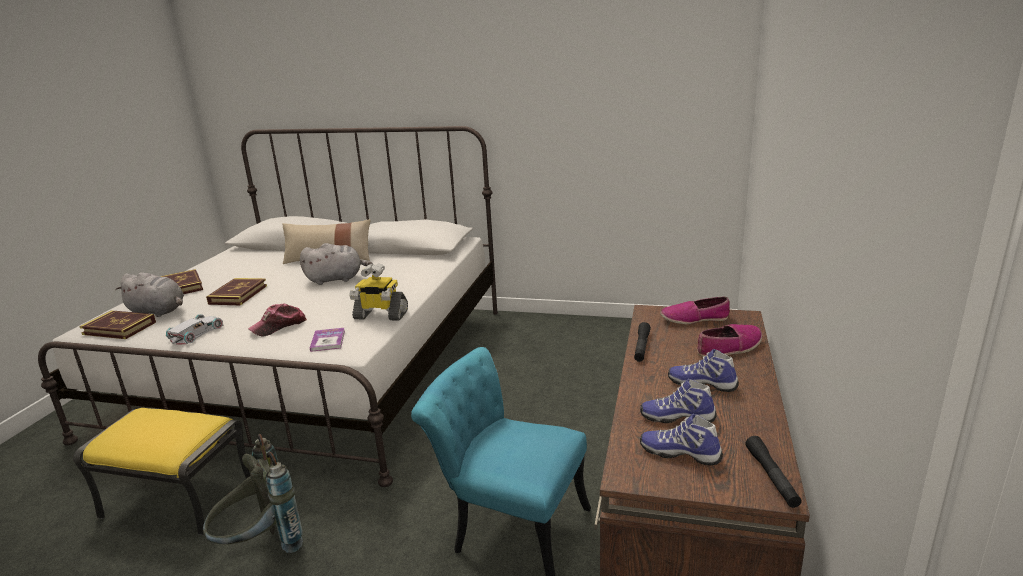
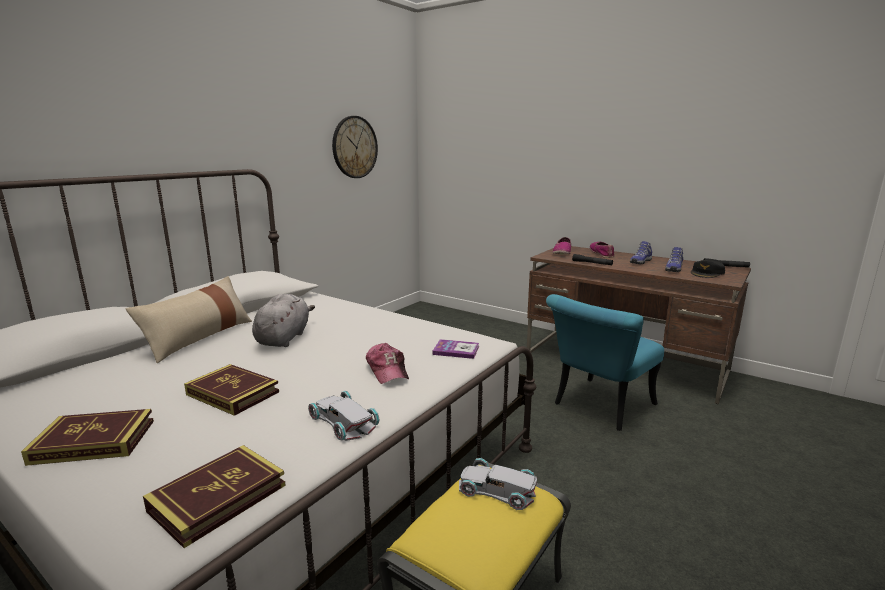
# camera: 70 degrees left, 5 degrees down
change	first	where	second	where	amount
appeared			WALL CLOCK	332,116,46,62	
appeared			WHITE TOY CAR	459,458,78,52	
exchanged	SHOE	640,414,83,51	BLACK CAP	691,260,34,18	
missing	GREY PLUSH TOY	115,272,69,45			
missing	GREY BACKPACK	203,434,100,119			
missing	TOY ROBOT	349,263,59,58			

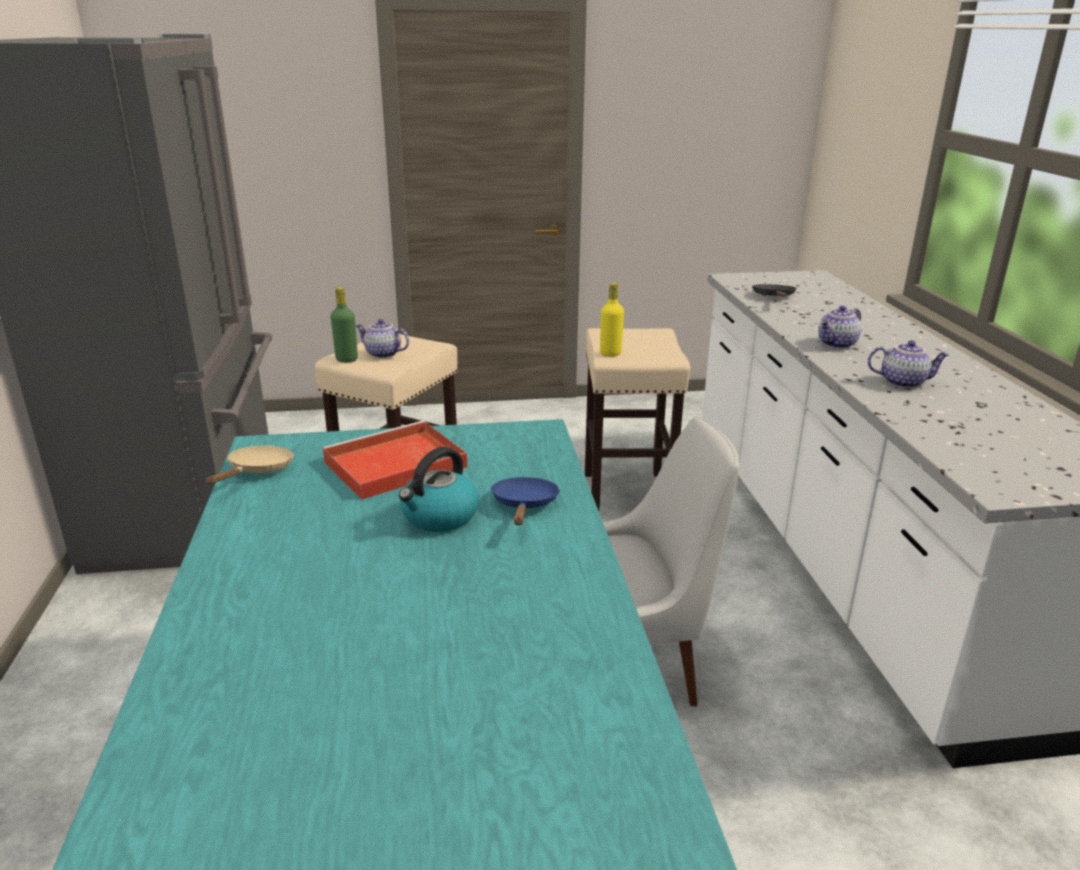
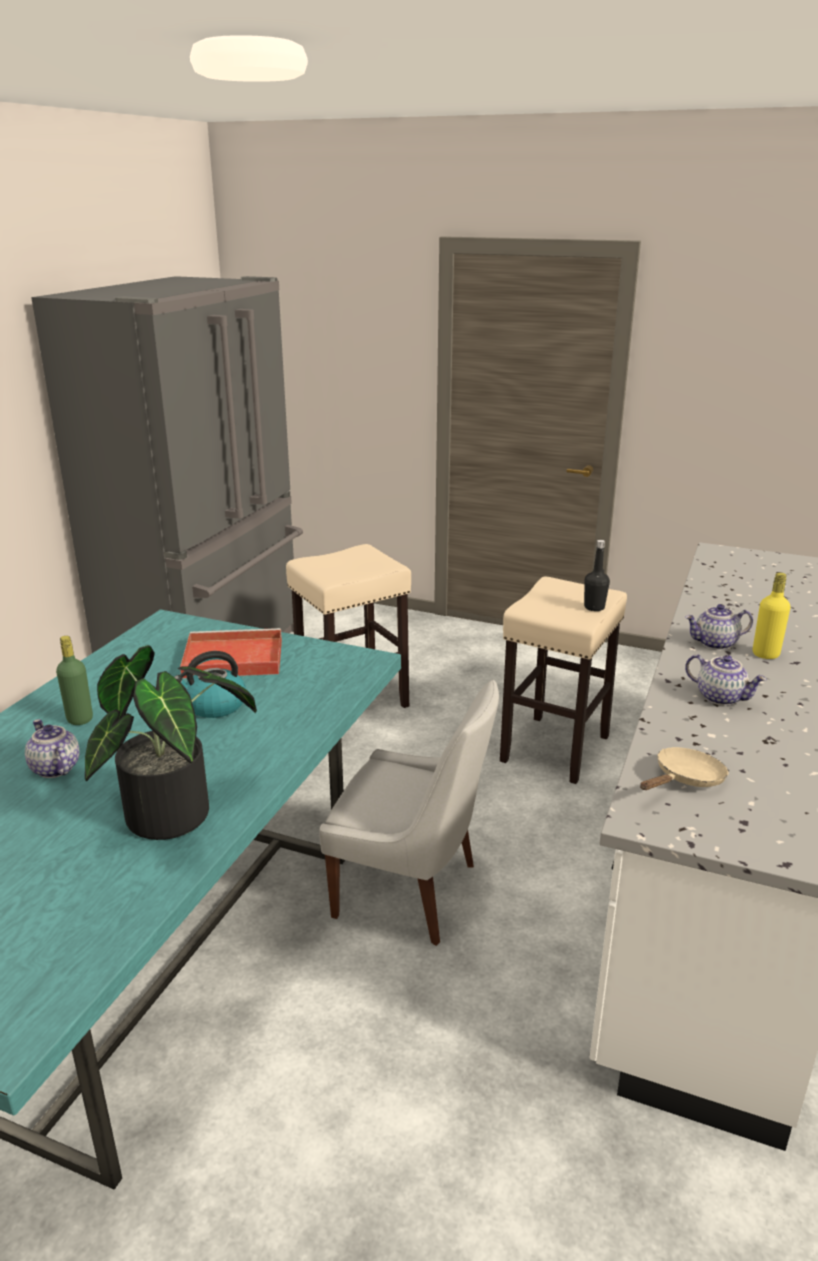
# camera: 30 degrees right, 0 degrees up
change	first	where	second	where	amount
relocated	TEAPOT	355,319,54,39		25,719,55,59	
relocated	GREEN BOTTLE	331,287,27,76		56,636,37,89	
appeared			POTTED PLANT	85,645,172,195	
appeared			BLACK BOTTLE	584,540,26,71	
relocated	BEIGE FRYING PAN	205,446,89,38		640,747,89,43	
relocated	YELLOW BOTTLE	600,283,24,74		753,573,38,86	
missing	BLUE FRYING PAN	490,477,70,48			
missing	BLACK FRYING PAN	752,284,45,13			

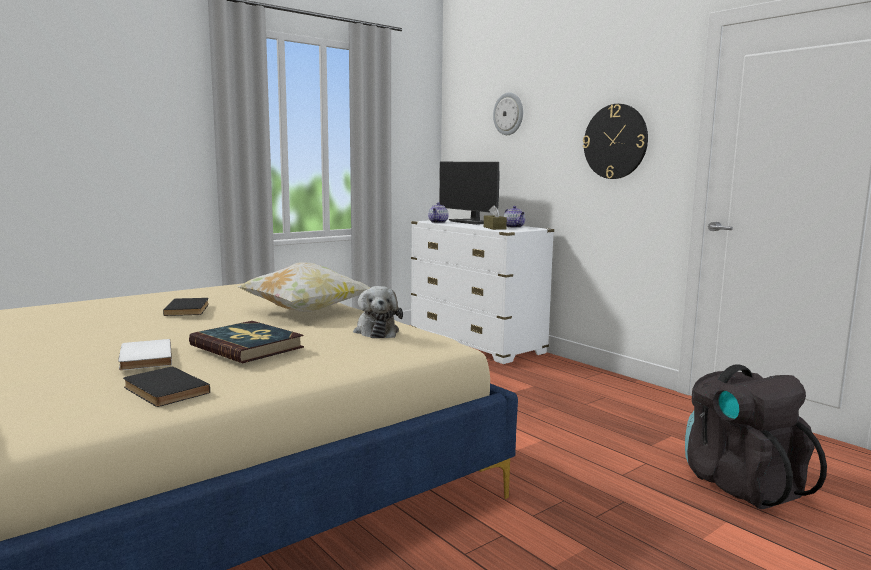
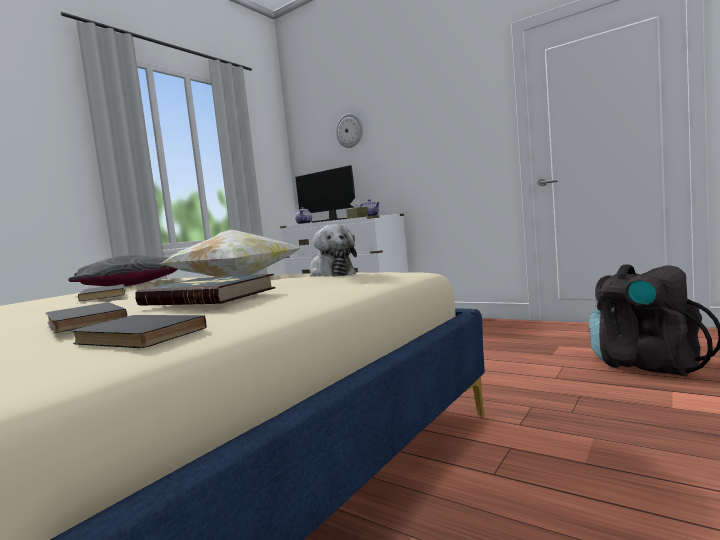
# camera: 15 degrees left, 5 degrees down
change	first	where	second	where	amount
colour	WHITE BOOK	118,339,54,31	BLACK BOOK	46,302,81,31	
appeared			GREY PILLOW	68,255,110,31	
missing	WALL CLOCK	583,104,65,75			

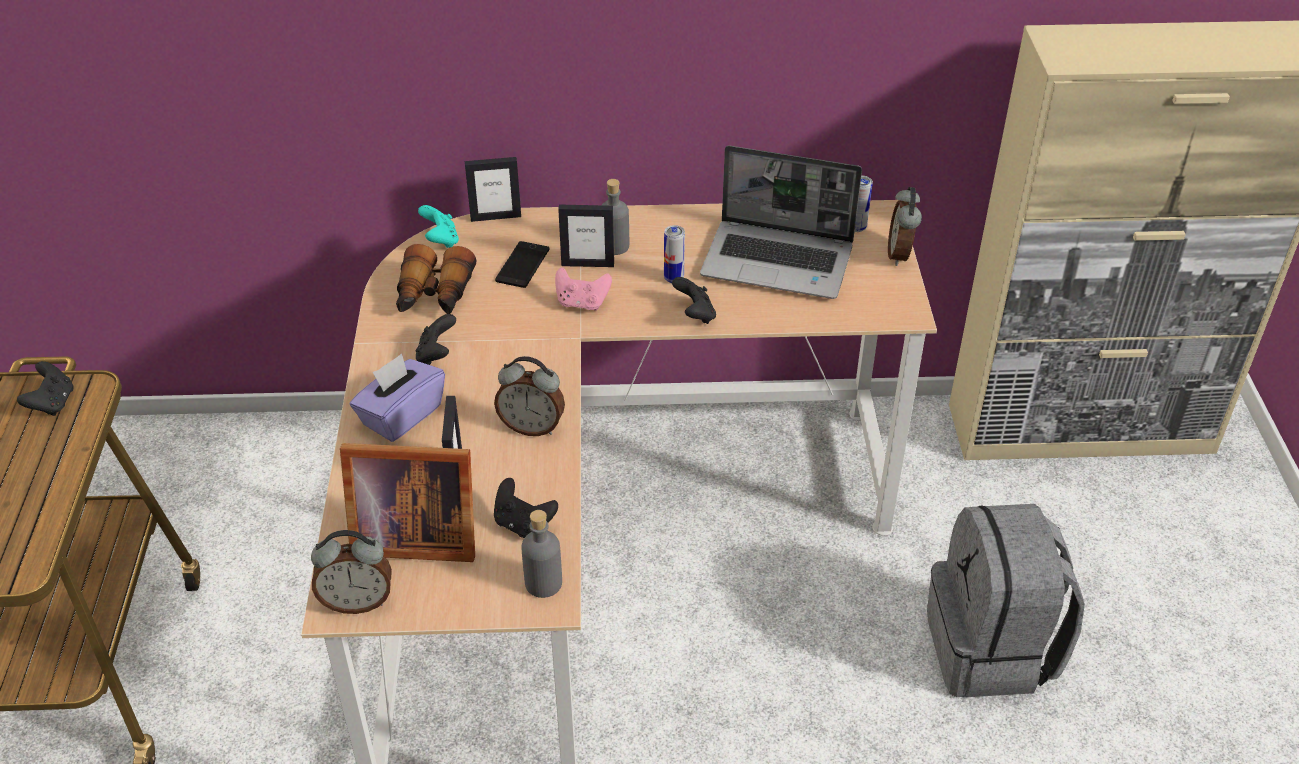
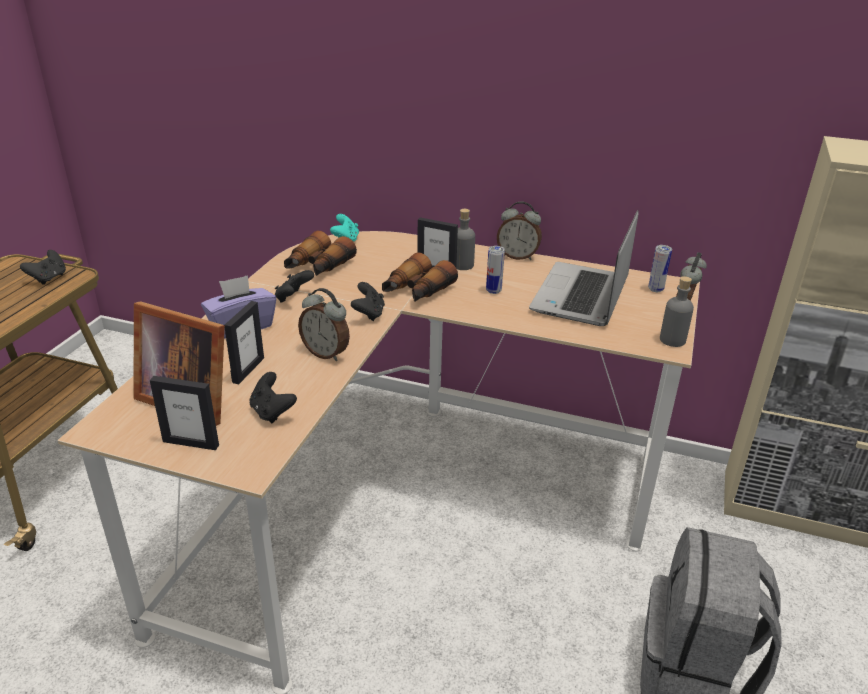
# camera: 20 degrees right, 10 degrees down
change	first	where	second	where	amount
relocated	PICTURE FRAME	465,157,56,65		150,376,69,74	
relocated	BLACK GAME CONTROLLER	672,277,44,47		351,282,34,39	
exchanged	PINK GAME CONTROLLER	555,267,57,44	BINOCULARS	382,252,76,50	
relocated	ALARM CLOCK	311,530,81,84		497,201,45,59	
spun	LAPTOP	700,146,162,153		529,210,110,116	75 degrees clockwise
relocated	GREY BOTTLE	521,510,41,88		660,276,34,71	
missing	PHONE	495,241,55,47			

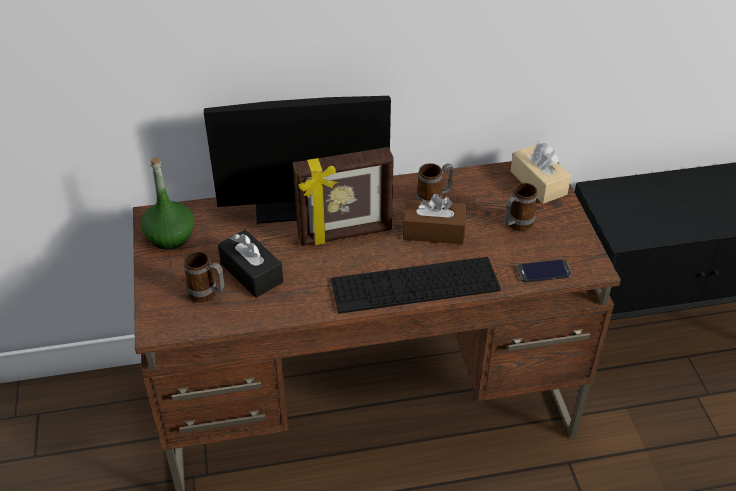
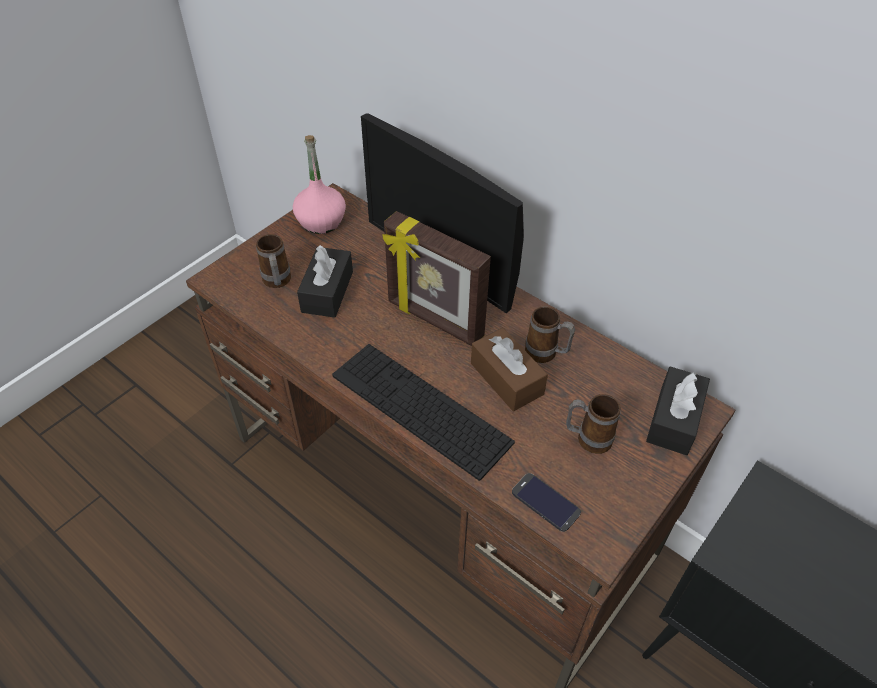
# camera: 50 degrees right, 5 degrees up
change	first	where	second	where	amount
colour	GREEN BOTTLE	141,157,53,92	PINK BOTTLE	293,135,53,99	
colour	BEIGE TISSUE BOX	510,141,61,63	BLACK TISSUE BOX	646,366,64,89	

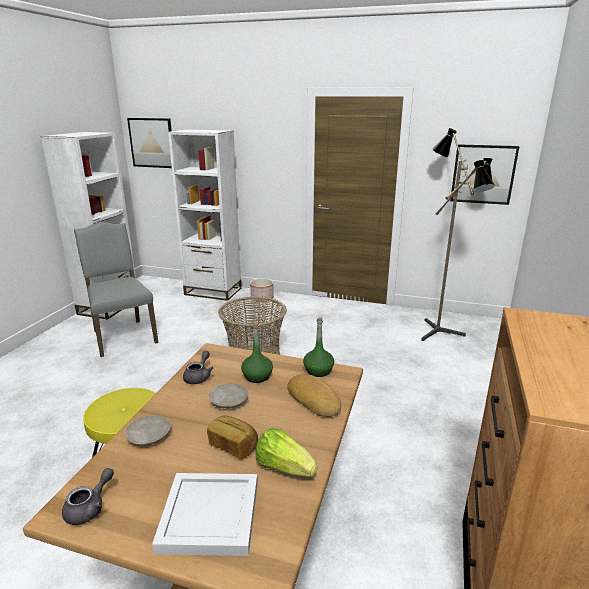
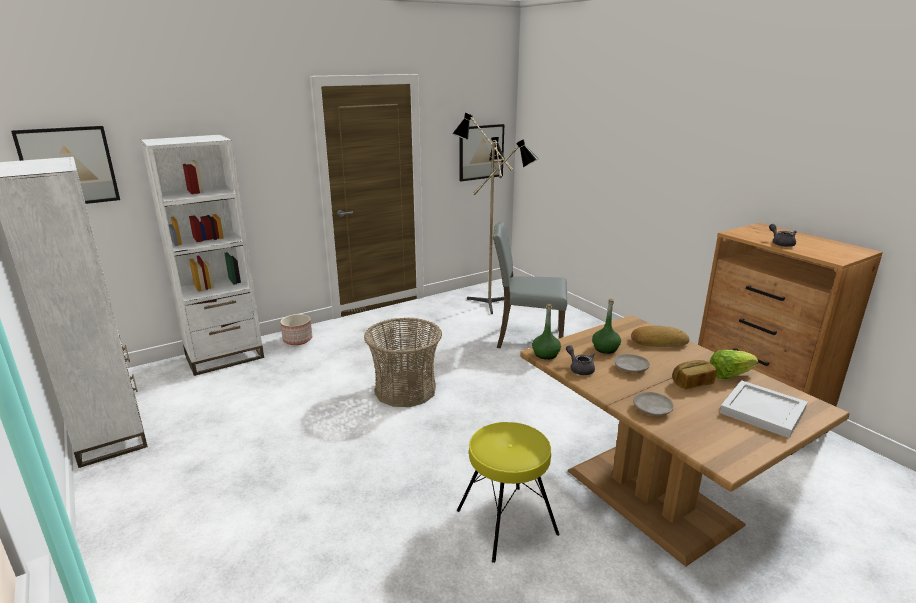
# camera: 50 degrees left, 0 degrees up
change	first	where	second	where	amount
relocated	GREY CHAIR	74,222,84,135		493,222,74,126	
relocated	GREEN BOTTLE	303,317,31,60		532,304,29,56	
relocated	GREY TEAPOT	62,468,52,57		769,224,28,23	

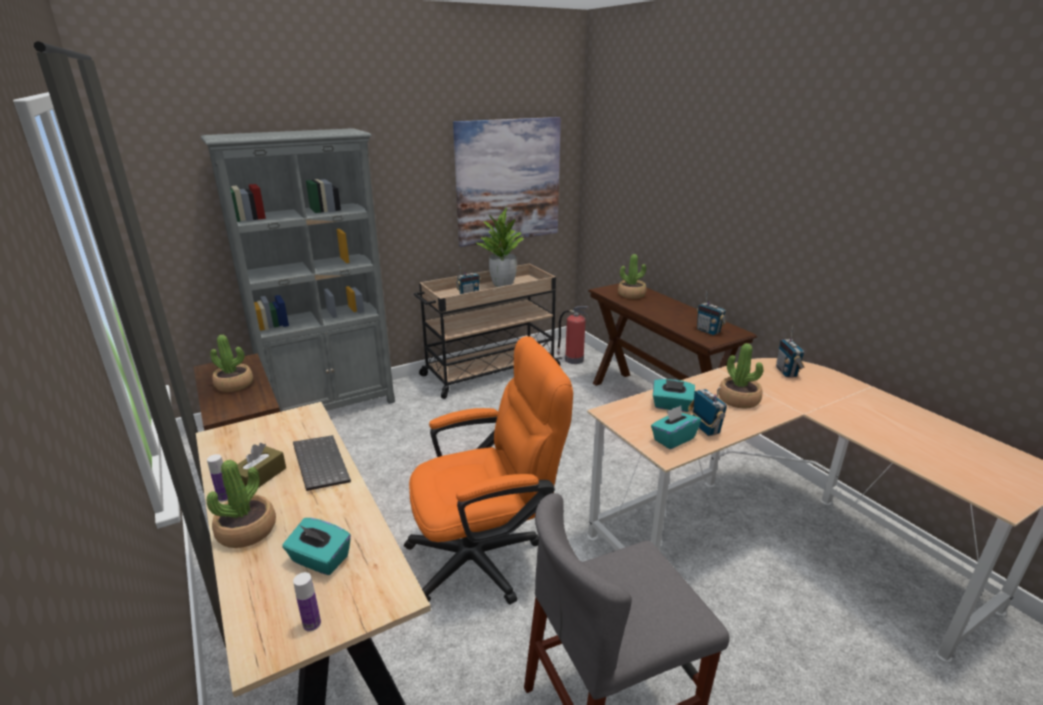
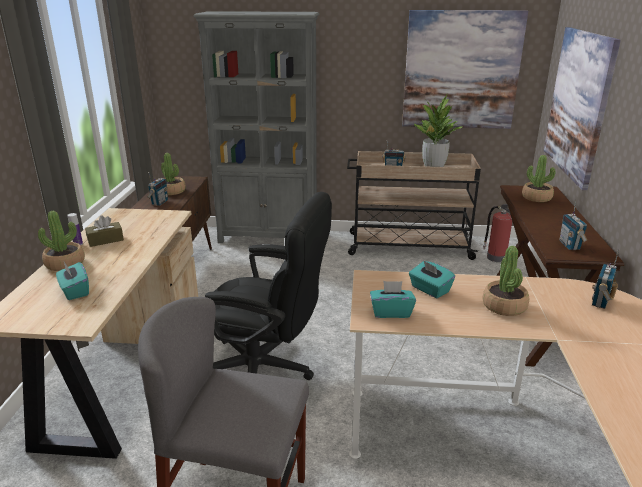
# camera: 35 degrees right, 0 degrees up
change	first	where	second	where	amount
relocated	RADIO	688,387,39,49		147,172,21,34	
colour	ORANGE OFFICE CHAIR	404,336,169,268	BLACK OFFICE CHAIR	205,192,127,188	
appeared			PICTURE	543,27,78,163	
missing	KEYBOARD	293,435,58,56			
missing	BOTTLE	293,572,28,60			

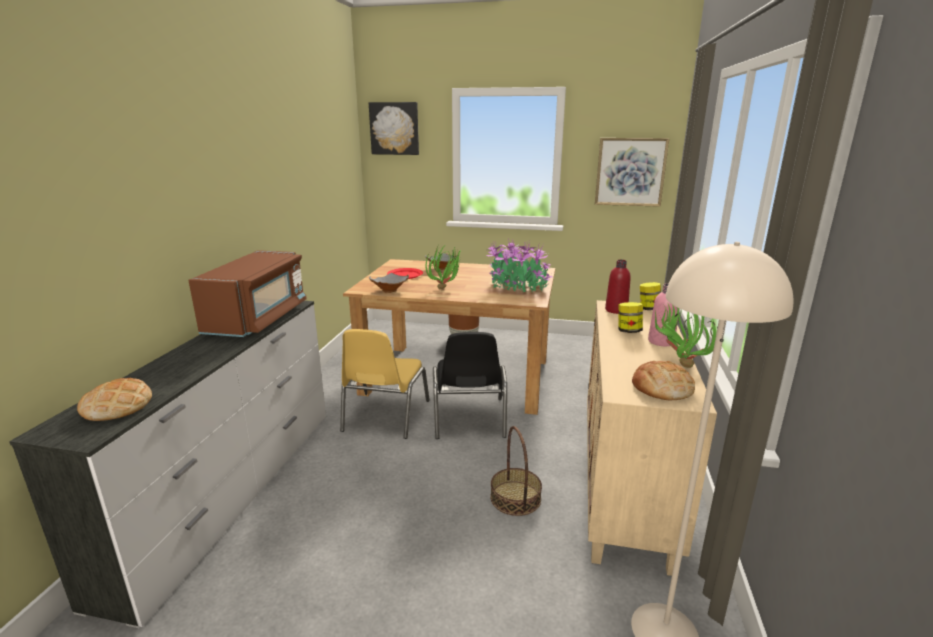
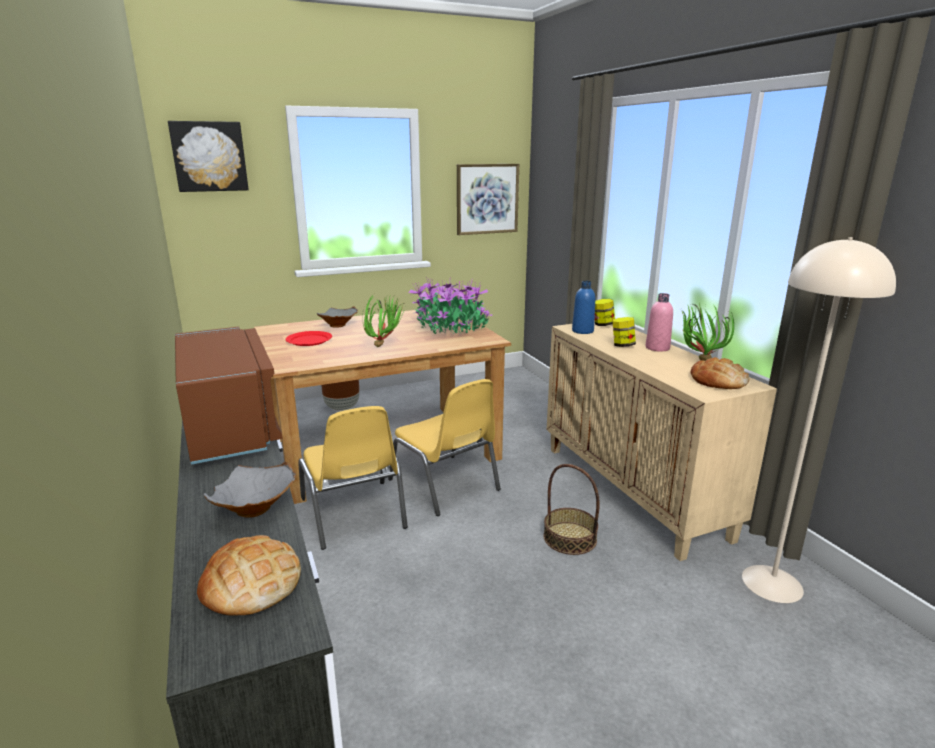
# camera: 35 degrees left, 0 degrees up
change	first	where	second	where	amount
relocated	GREY BOWL	369,273,40,20		203,462,93,56	
colour	BLACK CHAIR	433,332,74,107	YELLOW CHAIR	388,379,113,137	
colour	RED BOTTLE	605,260,26,54	BLUE BOTTLE	572,281,23,53	

